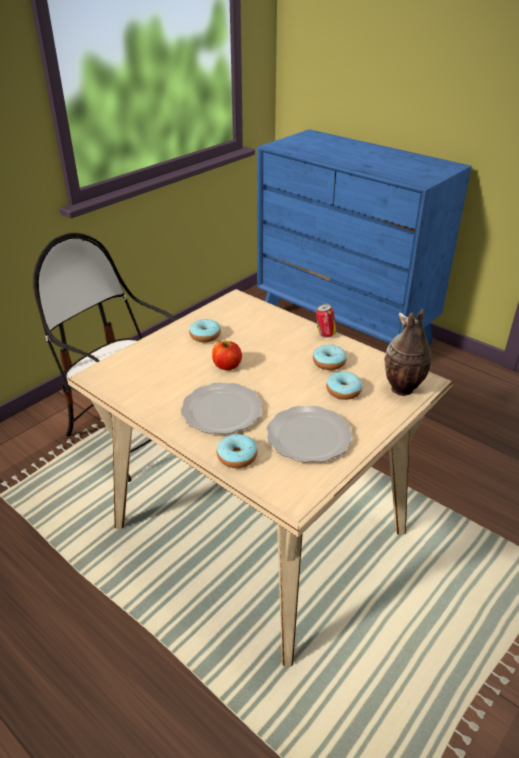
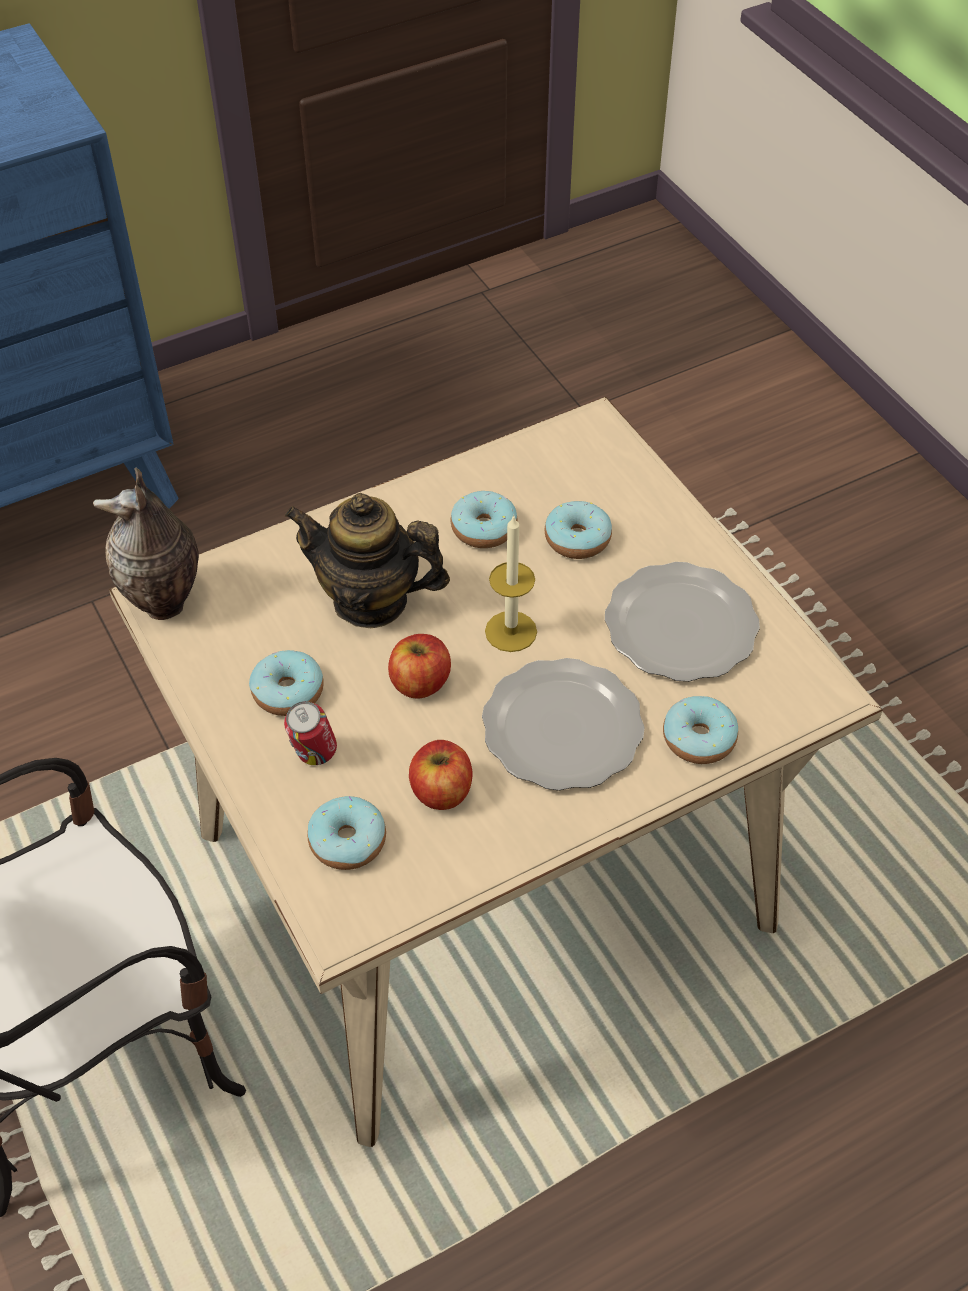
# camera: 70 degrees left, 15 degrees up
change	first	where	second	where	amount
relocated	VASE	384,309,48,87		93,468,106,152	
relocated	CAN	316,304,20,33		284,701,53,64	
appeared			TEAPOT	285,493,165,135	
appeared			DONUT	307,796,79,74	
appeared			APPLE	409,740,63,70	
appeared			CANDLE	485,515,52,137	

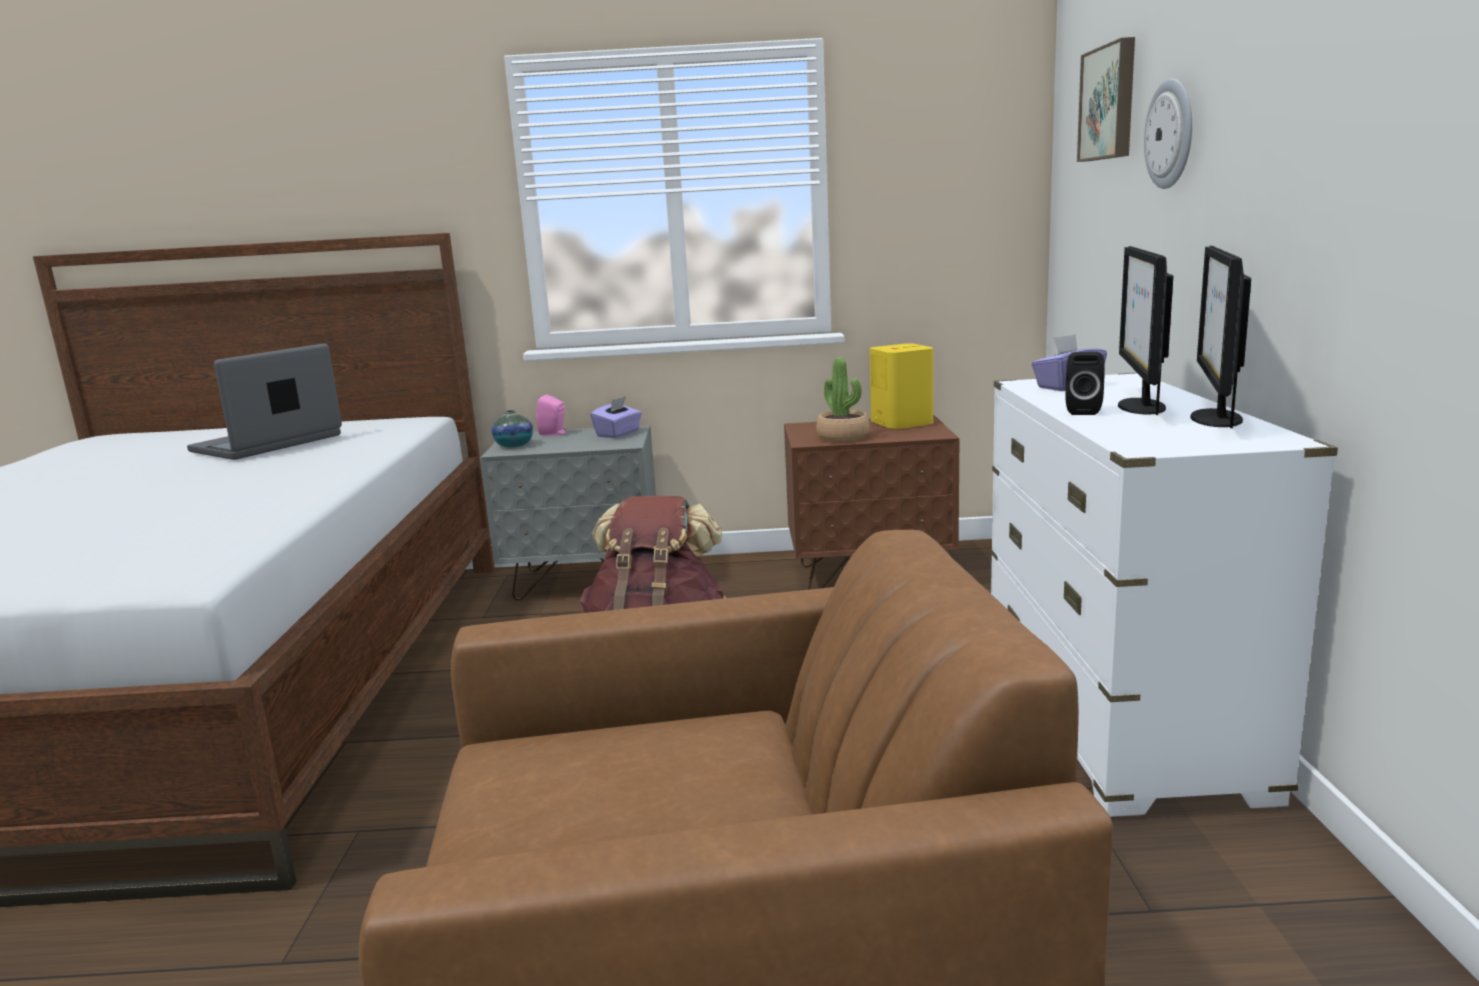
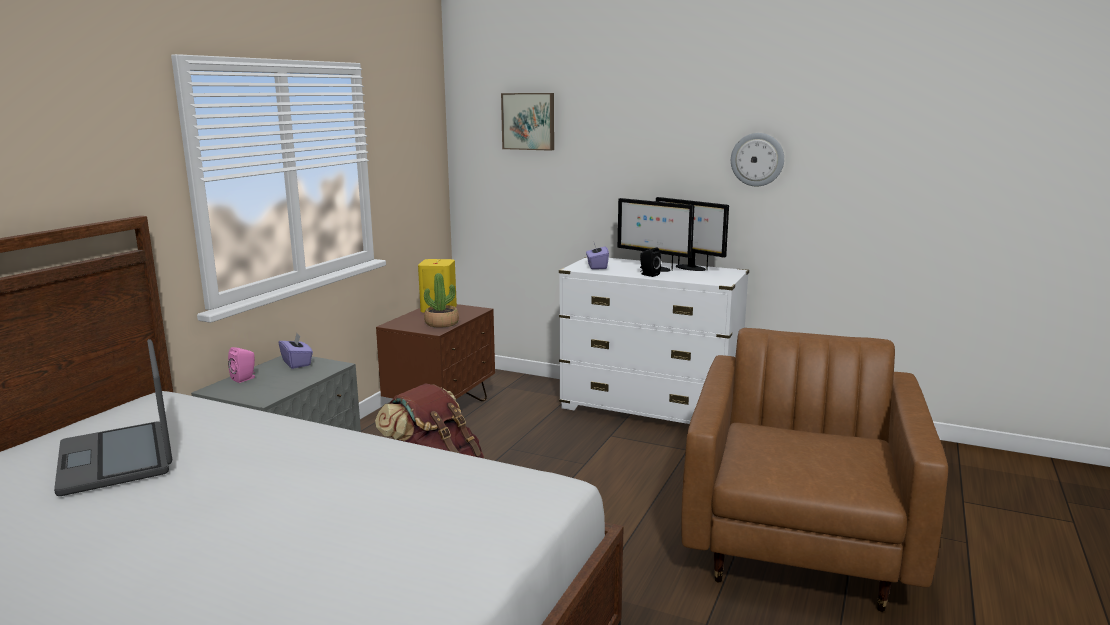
# camera: 65 degrees left, 0 degrees up
change	first	where	second	where	amount
relocated	WALL CLOCK	1144,79,48,110		731,133,53,53	
missing	VASE	491,410,42,37			

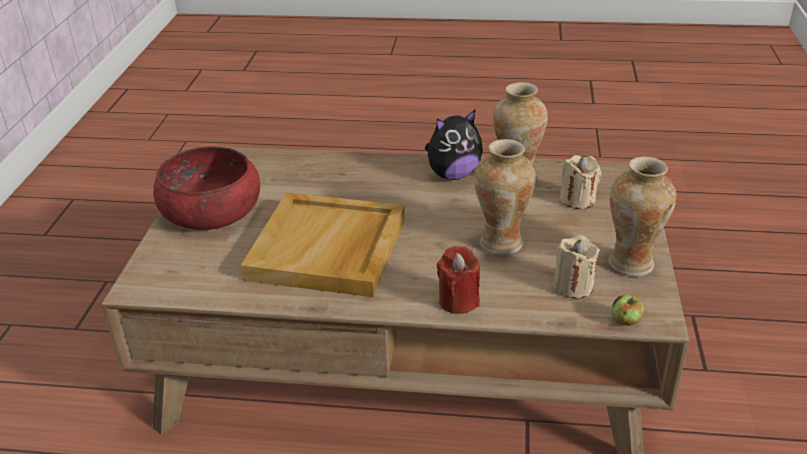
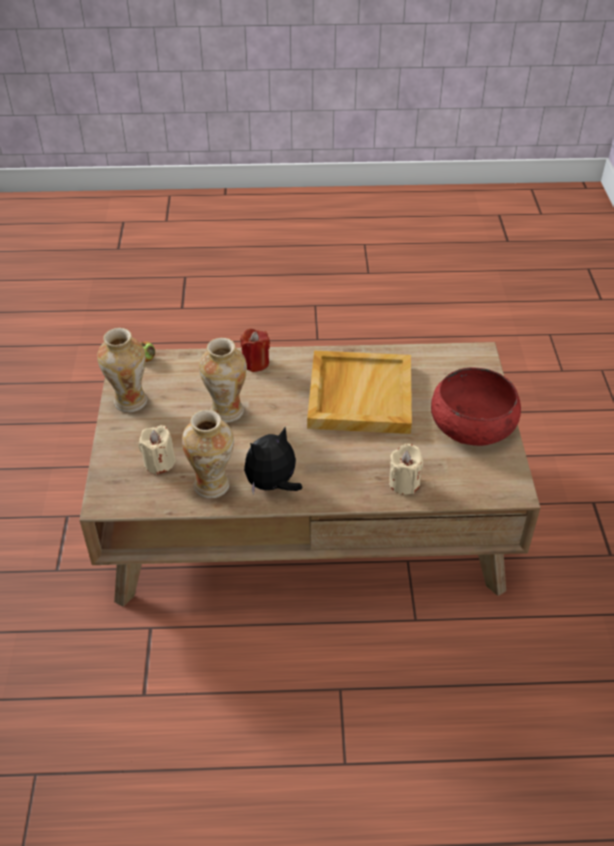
# camera: 170 degrees right, 10 degrees up
change	first	where	second	where	amount
relocated	BEIGE CANDLE	553,235,47,63		389,444,34,51	

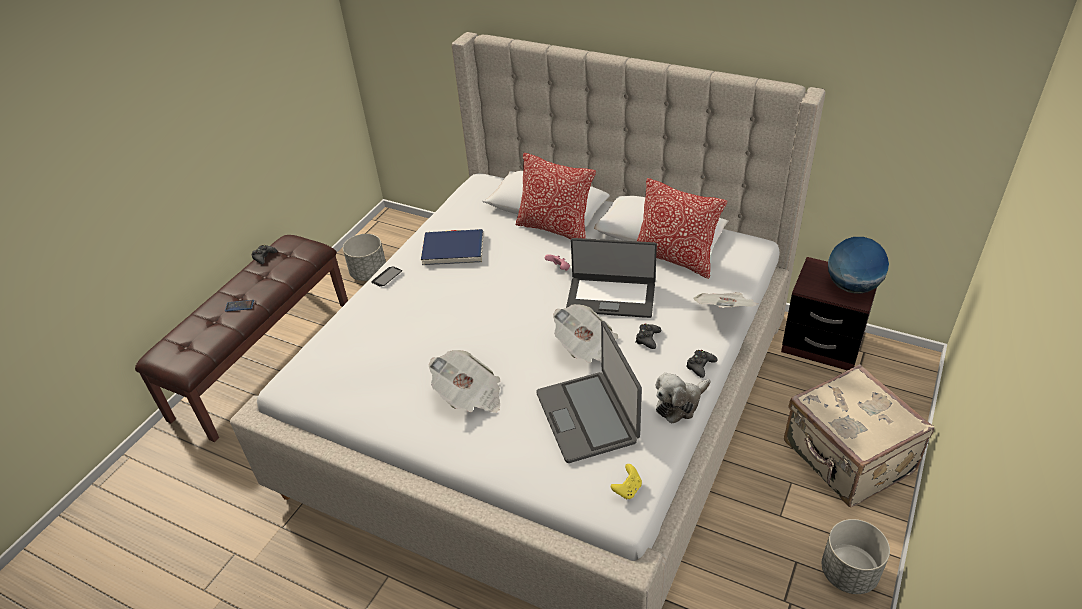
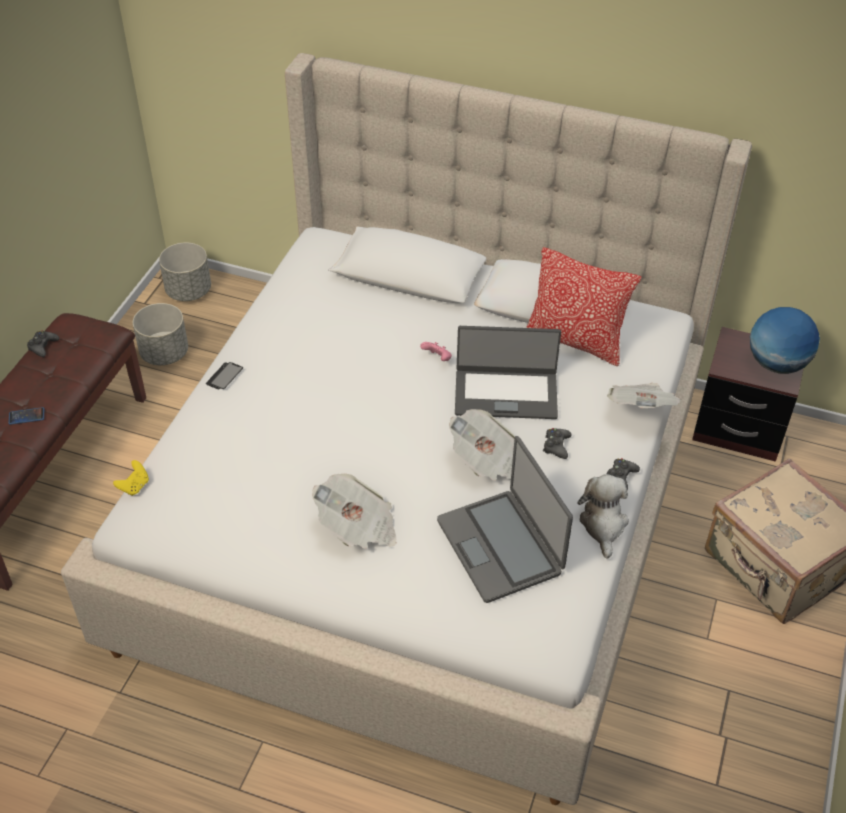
# camera: 10 degrees left, 5 degrees up
change	first	where	second	where	amount
relocated	YELLOW GAME CONTROLLER	611,464,31,35		113,460,36,36	
relocated	GREY PLANTER	822,519,68,75		159,242,52,59	
spun	PLUSH TOY	655,373,56,51		578,474,51,84	135 degrees clockwise
missing	BLUE BOOK	421,229,63,36			
missing	PILLOW	516,153,80,87			

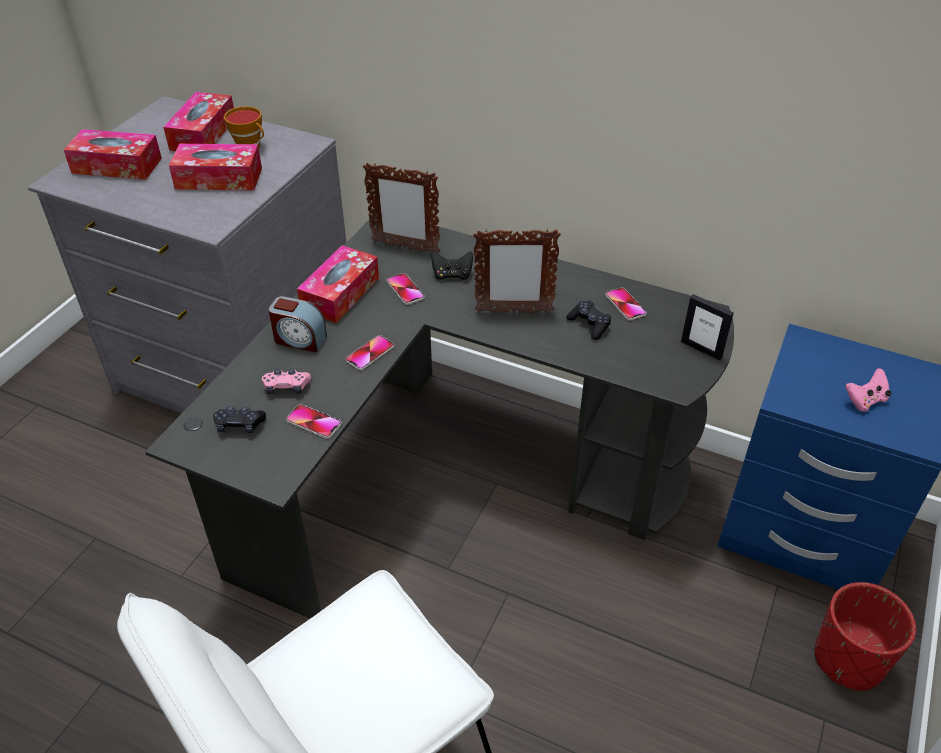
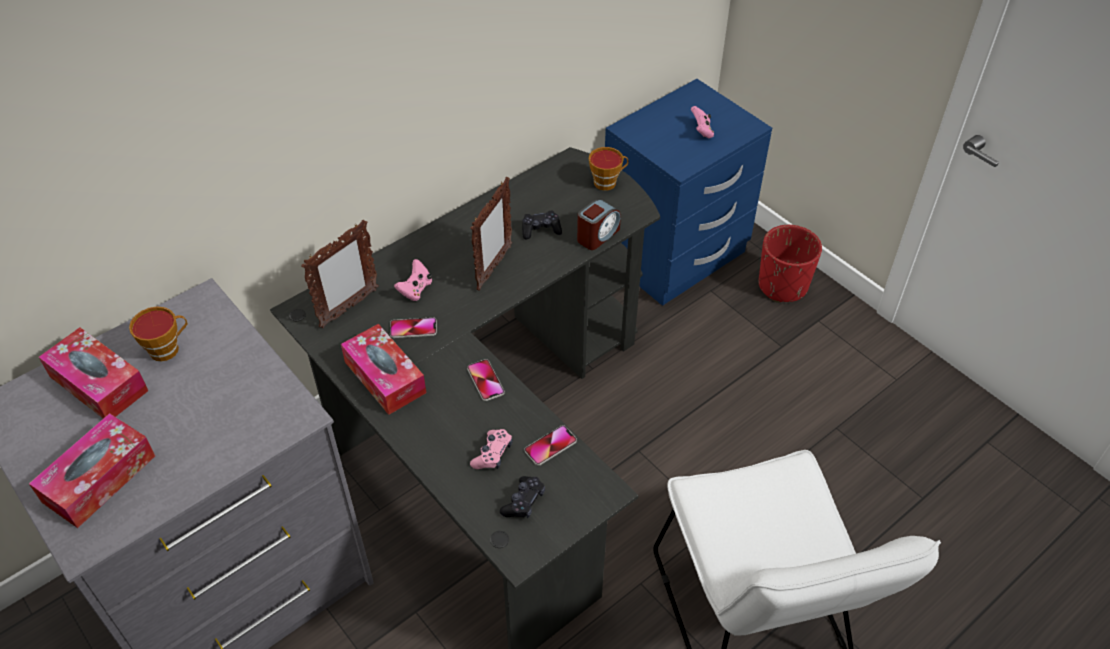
# camera: 65 degrees left, 5 degrees up
change	first	where	second	where	amount
colour	BLACK GAME CONTROLLER	431,251,42,29	PINK GAME CONTROLLER	394,259,38,42	
relocated	ALARM CLOCK	269,296,58,57		577,199,44,51	
exchanged	PICTURE FRAME	681,294,53,66	CUP	589,147,40,44	
missing	TISSUE BOX	169,144,93,46			
missing	PHONE	605,287,42,33			

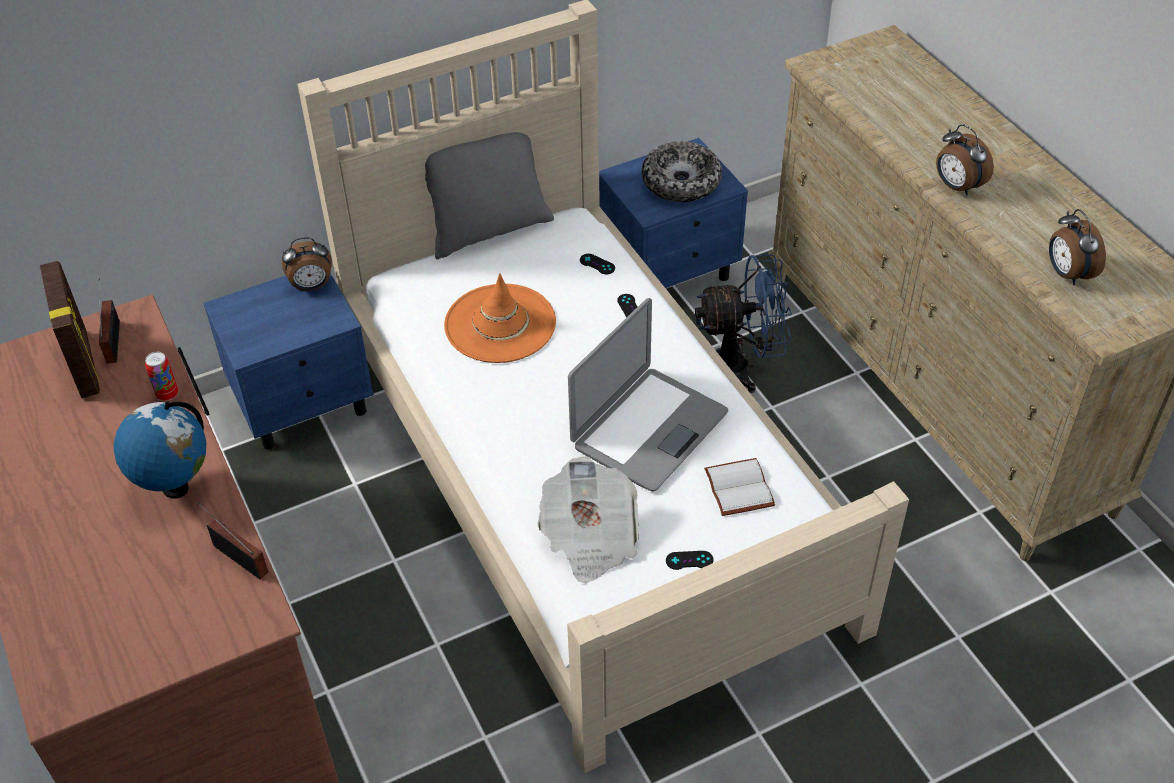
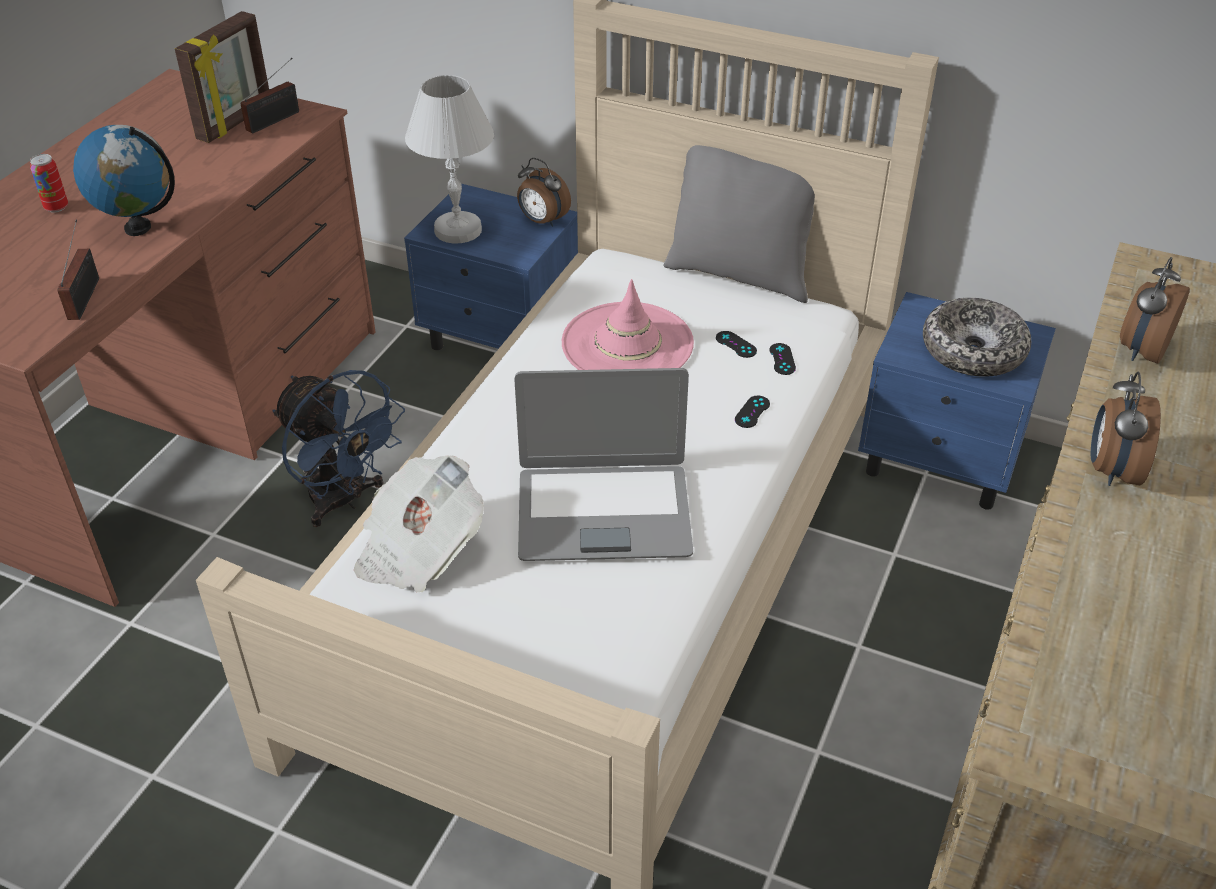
# camera: 50 degrees right, 5 degrees down
change	first	where	second	where	amount
relocated	CAN	145,352,33,49		30,154,38,59	
relocated	BLUE FAN	695,254,97,139		273,370,132,157	
appeared			WHITE TABLE LAMP	405,75,89,168	
colour	ORANGE HAT	444,273,112,90	PINK HAT	562,279,132,91	
relocated	BLACK GAME CONTROLLER	666,551,47,19		716,331,41,27	
relocated	ALARM CLOCK	1049,209,57,76		1120,257,70,106	
missing	WHITE BOOK	704,458,71,58			

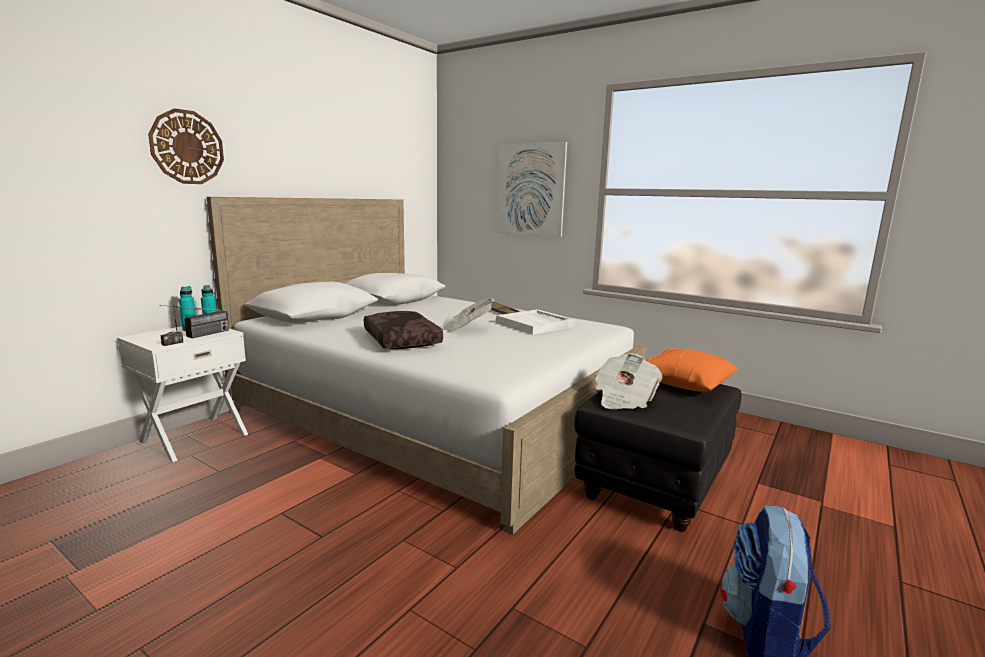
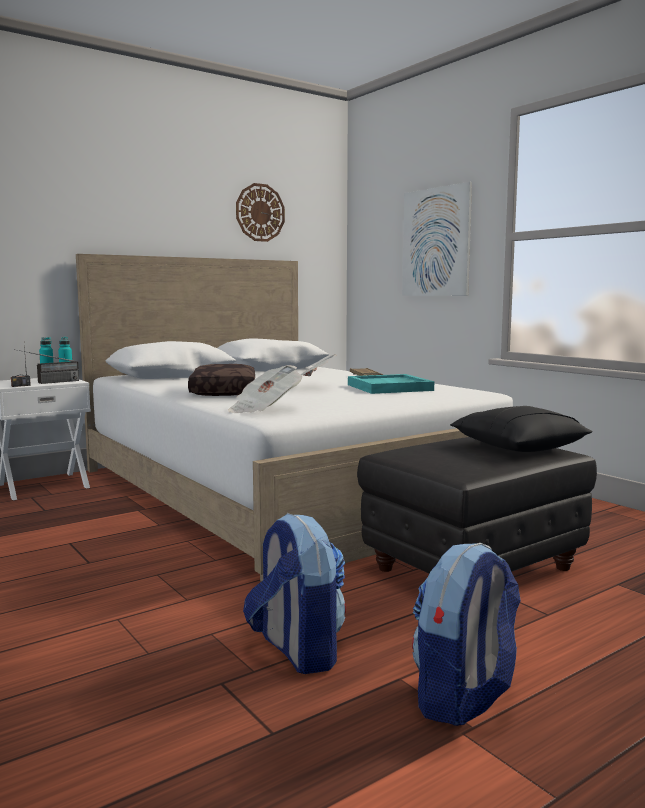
# camera: 20 degrees right, 5 degrees down
change	first	where	second	where	amount
relocated	NEWSPAPER	594,353,69,56		228,365,74,48	
relocated	WALL CLOCK	148,108,76,76		236,183,49,59	
appeared			BACKPACK	243,513,103,161	
colour	WHITE TRAY	496,309,79,26	TURQUOISE TRAY	348,374,86,20	
colour	ORANGE PILLOW	646,348,92,44	BLACK PILLOW	450,406,143,46	

